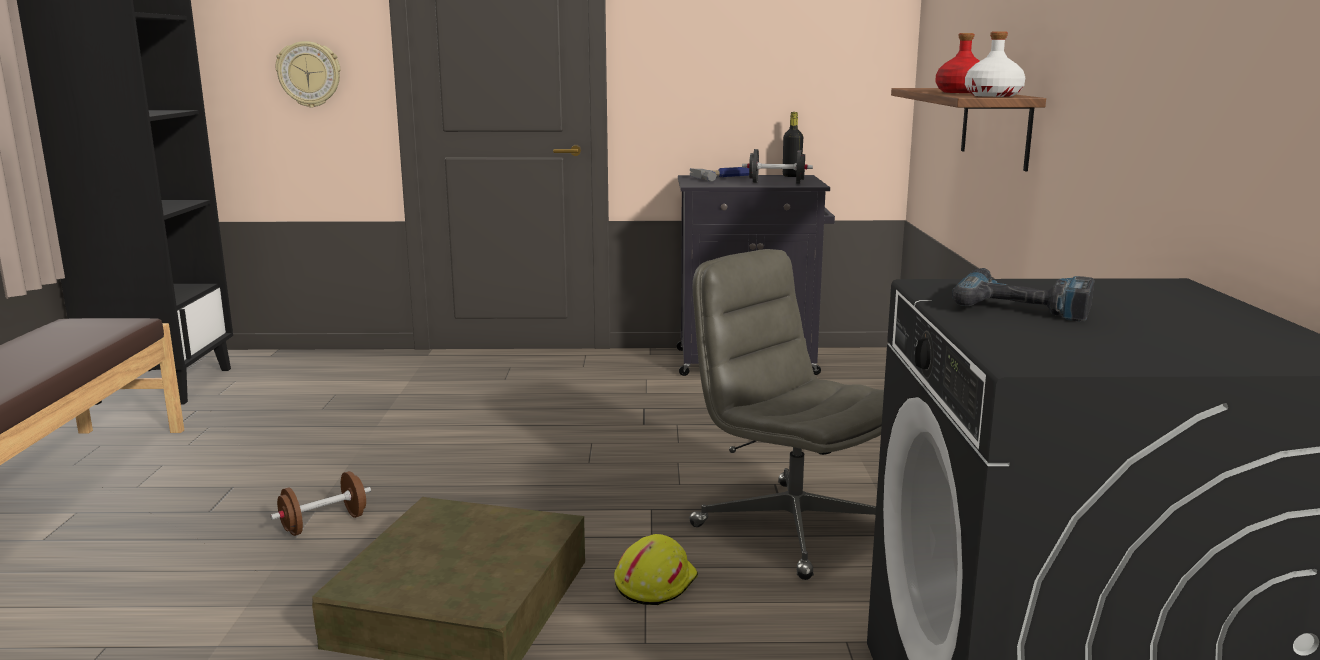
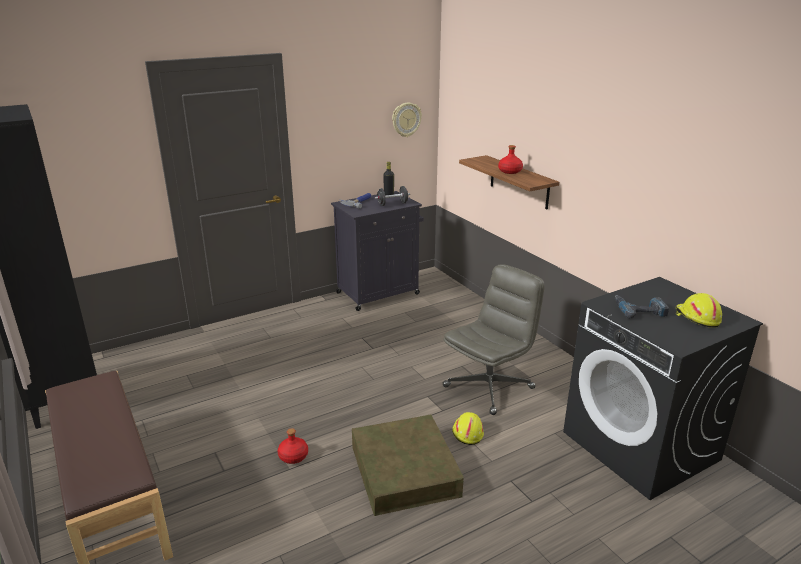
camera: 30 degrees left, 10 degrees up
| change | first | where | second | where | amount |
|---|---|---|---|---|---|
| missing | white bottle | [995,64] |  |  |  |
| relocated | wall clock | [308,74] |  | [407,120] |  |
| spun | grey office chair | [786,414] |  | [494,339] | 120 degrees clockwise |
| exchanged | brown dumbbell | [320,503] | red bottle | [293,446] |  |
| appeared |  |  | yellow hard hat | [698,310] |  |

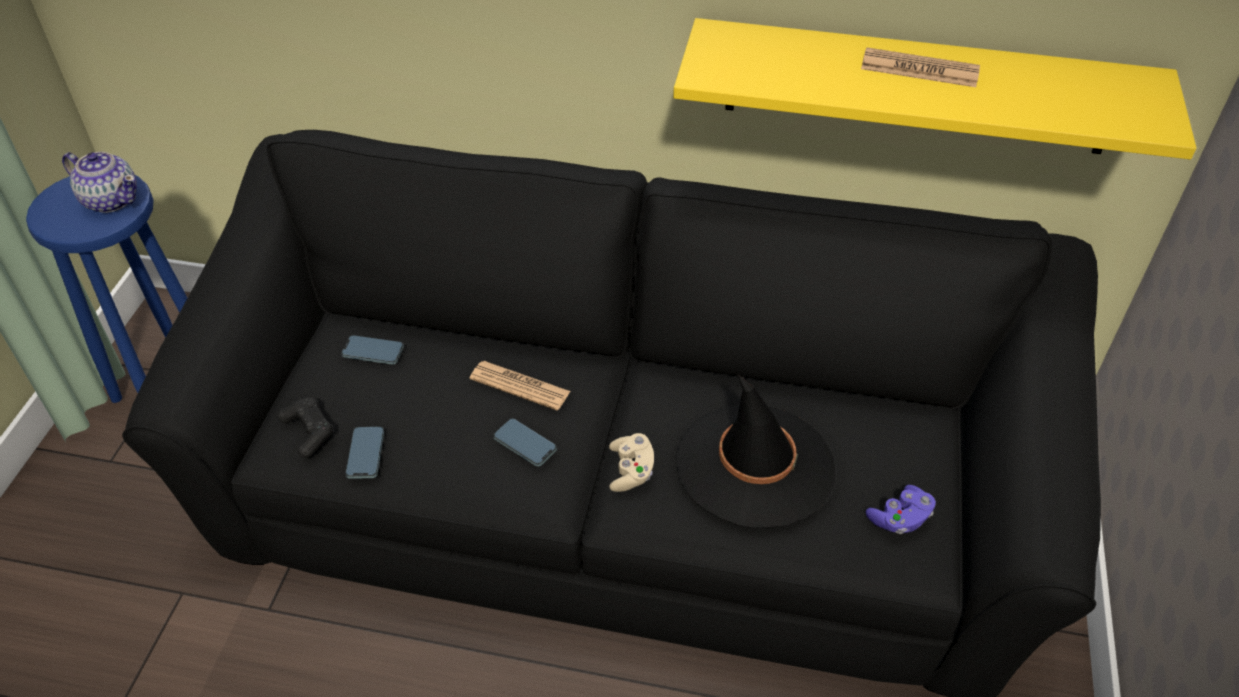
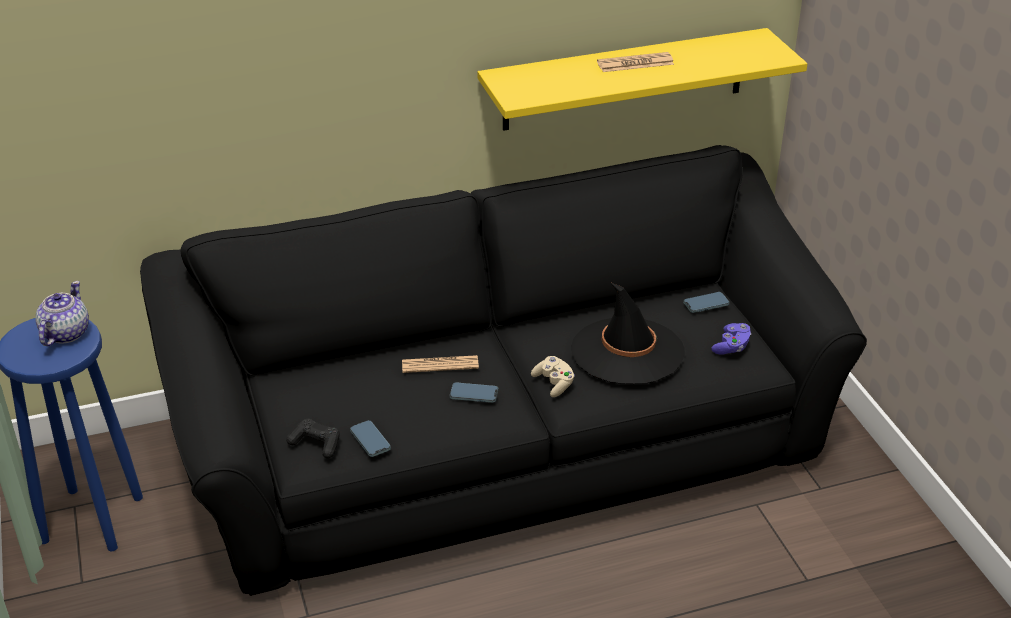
camera: 30 degrees left, 10 degrees down
| change | first | where | second | where | amount |
|---|---|---|---|---|---|
| spun | teapot | [99,182] |  | [62,313] | 75 degrees counterclockwise |
| relocated | phone | [372,349] |  | [706,302] |  |

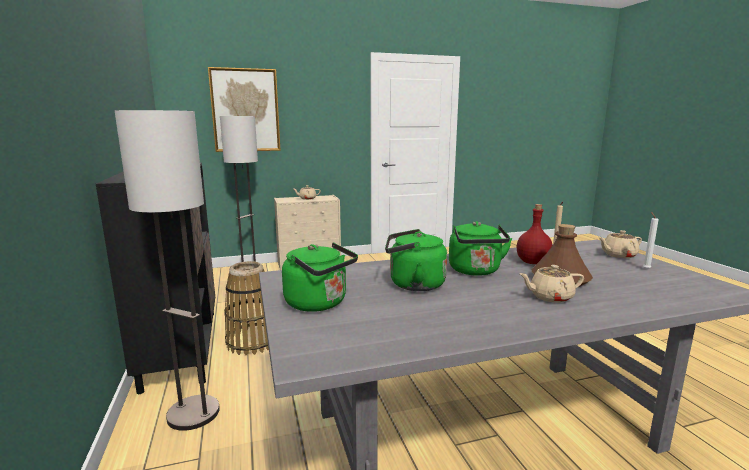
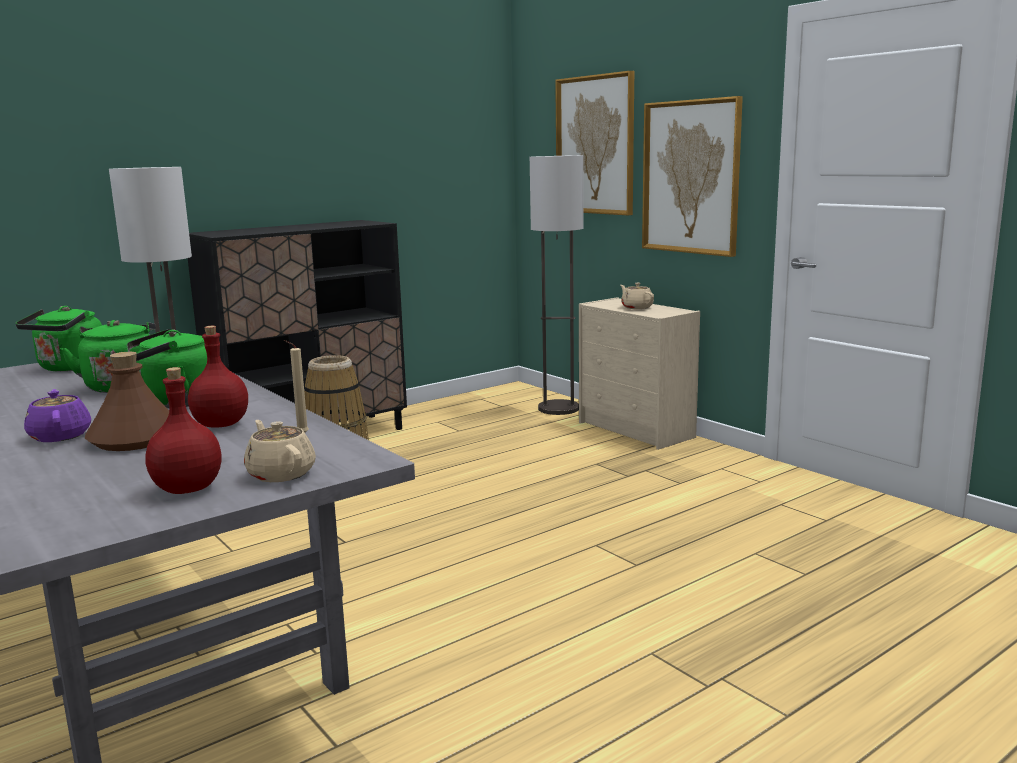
camera: 70 degrees right, 0 degrees up
| change | first | where | second | where | amount |
|---|---|---|---|---|---|
| exchanged | white candle | [651,240] | red bottle | [183,430] |  |
| colour | beige teapot | [551,284] | purple teapot | [57,415] |  |
| appeared |  |  | picture | [692,176] |  |

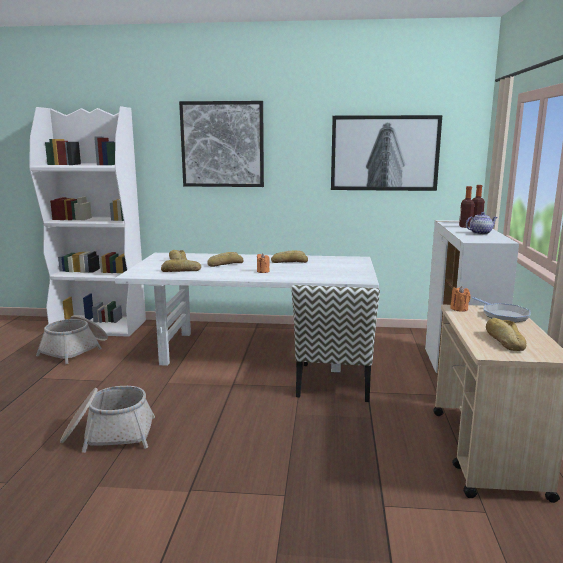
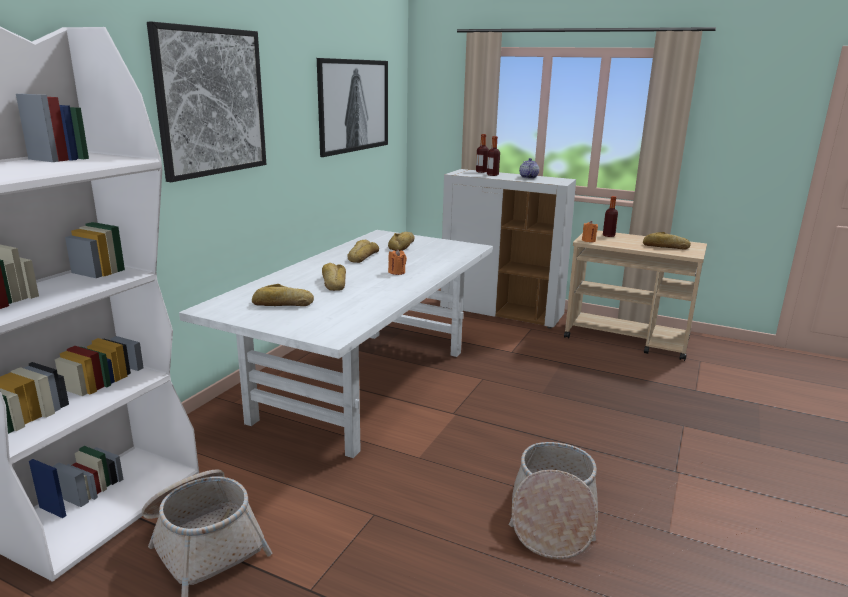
camera: 70 degrees left, 5 degrees up
| change | first | where | second | where | amount |
|---|---|---|---|---|---|
| relocated | bread | [181,265] |  | [401,241] |  |
| missing | chair | [335,343] |  |  |  |
| exchanged | frying pan | [501,310] | bottle | [610,216] |  |

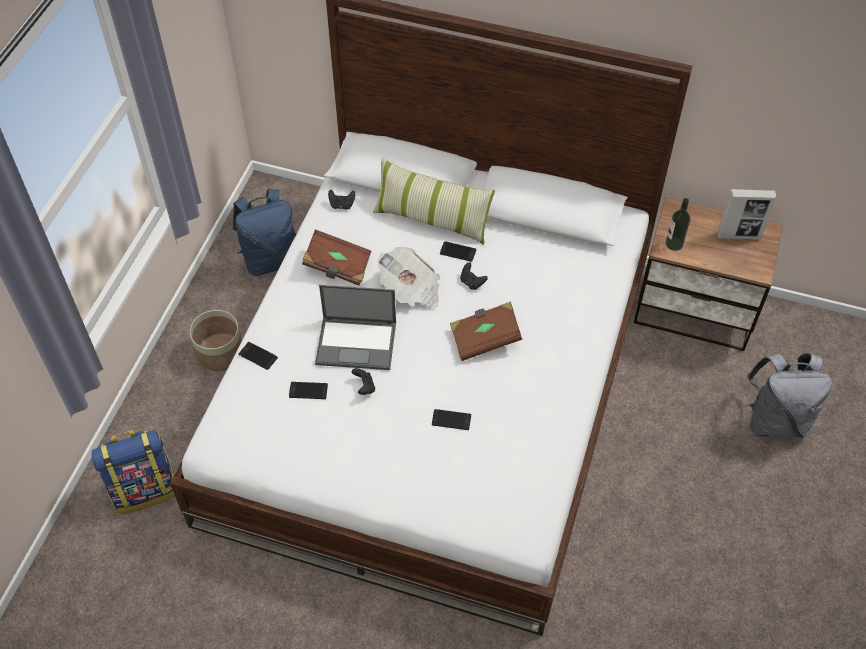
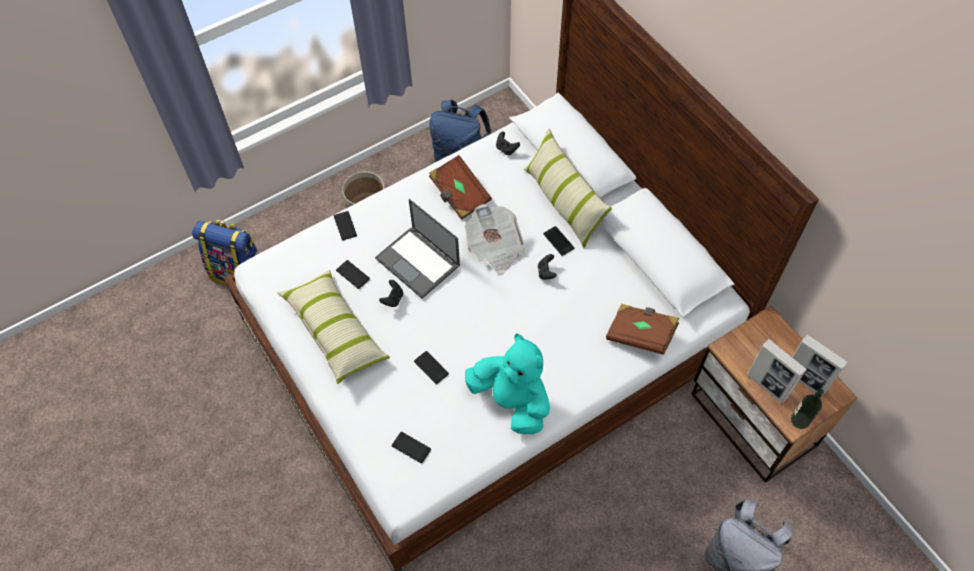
camera: 40 degrees right, 5 degrees up
| change | first | where | second | where | amount |
|---|---|---|---|---|---|
| relocated | bottle | [678,224] |  | [807,409] |  |
| relocated | brown book | [486,331] |  | [642,329] |  |
| appeared |  |  | pillow | [333,327] |  |
| appeared |  |  | turquoise plush toy | [507,383] |  |
| appeared |  |  | picture frame | [777,371] |  |
| appeared |  |  | phone | [411,448] |  |

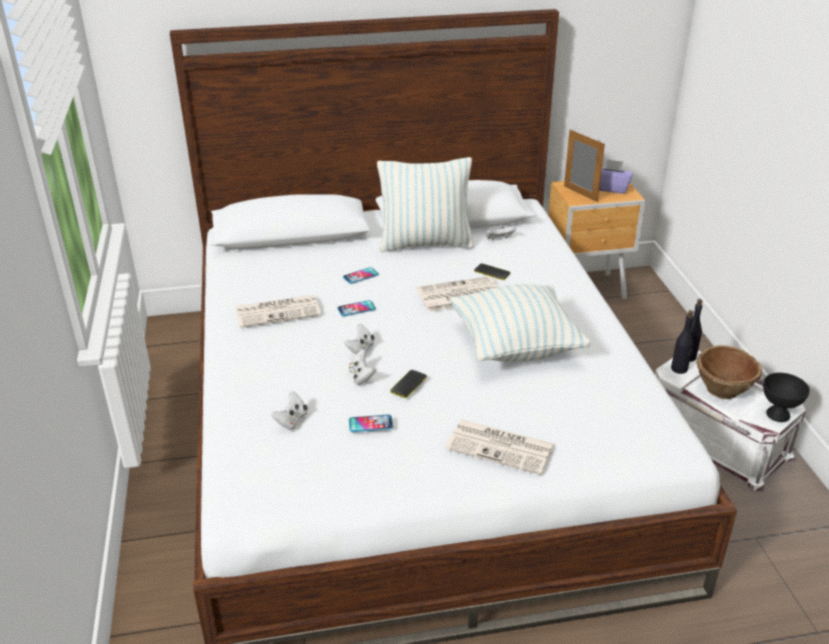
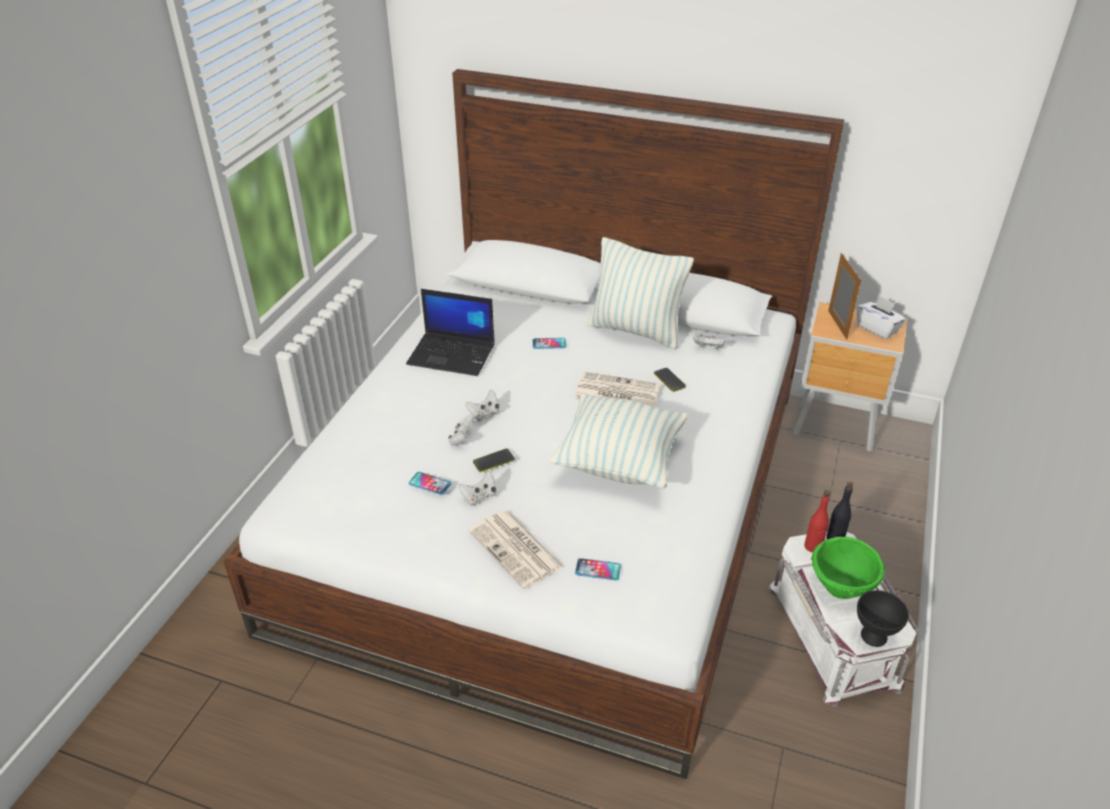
camera: 30 degrees right, 5 degrees up
| change | first | where | second | where | amount |
|---|---|---|---|---|---|
| colour | purple tissue box | [616,176] | white tissue box | [881,317] |  |
| exchanged | newspaper | [278,311] | laptop | [450,332] |  |
| relocated | phone | [356,308] |  | [598,569] |  |
| colour | black bottle | [682,342] | red bottle | [817,521] |  |
| colour | brown bowl | [729,372] | green bowl | [848,568] |  |
| relocated | white game controller | [289,410] |  | [477,487] |  |

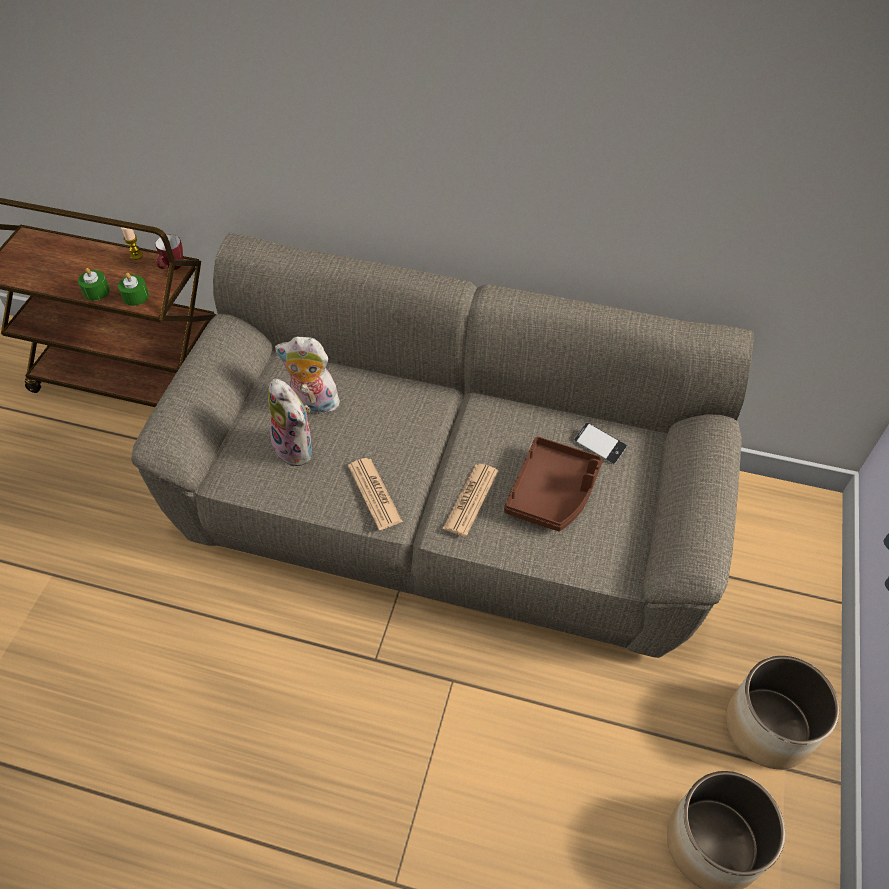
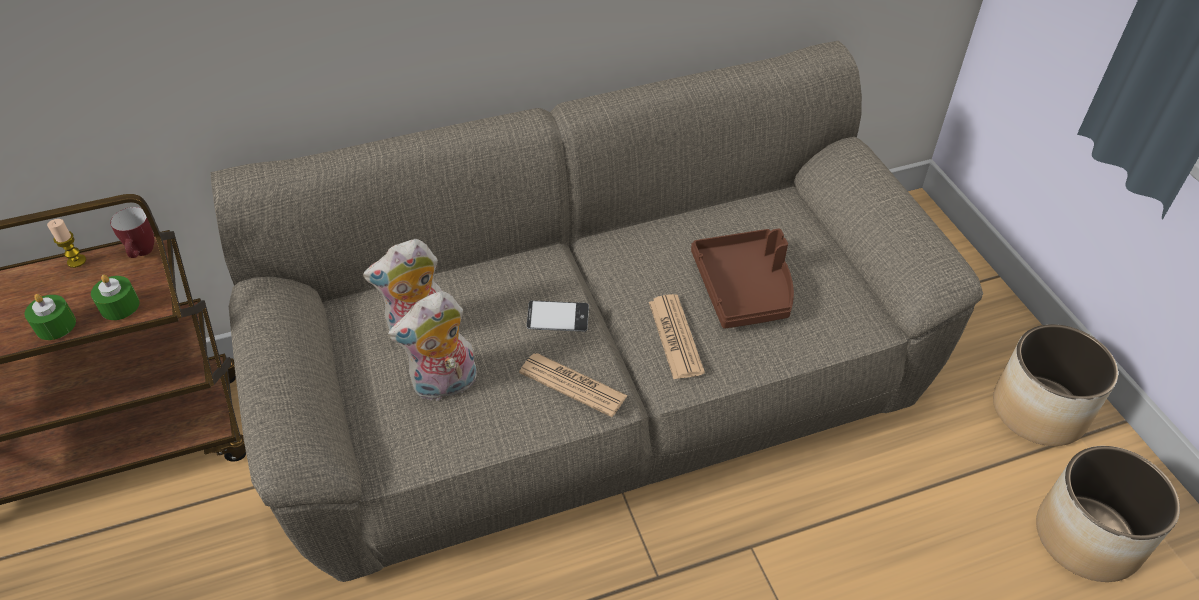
camera: 35 degrees left, 5 degrees down
| change | first | where | second | where | amount |
|---|---|---|---|---|---|
| spun | plush toy | [290,423] |  | [432,346] | 135 degrees clockwise |
| relocated | phone | [600,443] |  | [558,316] |  |

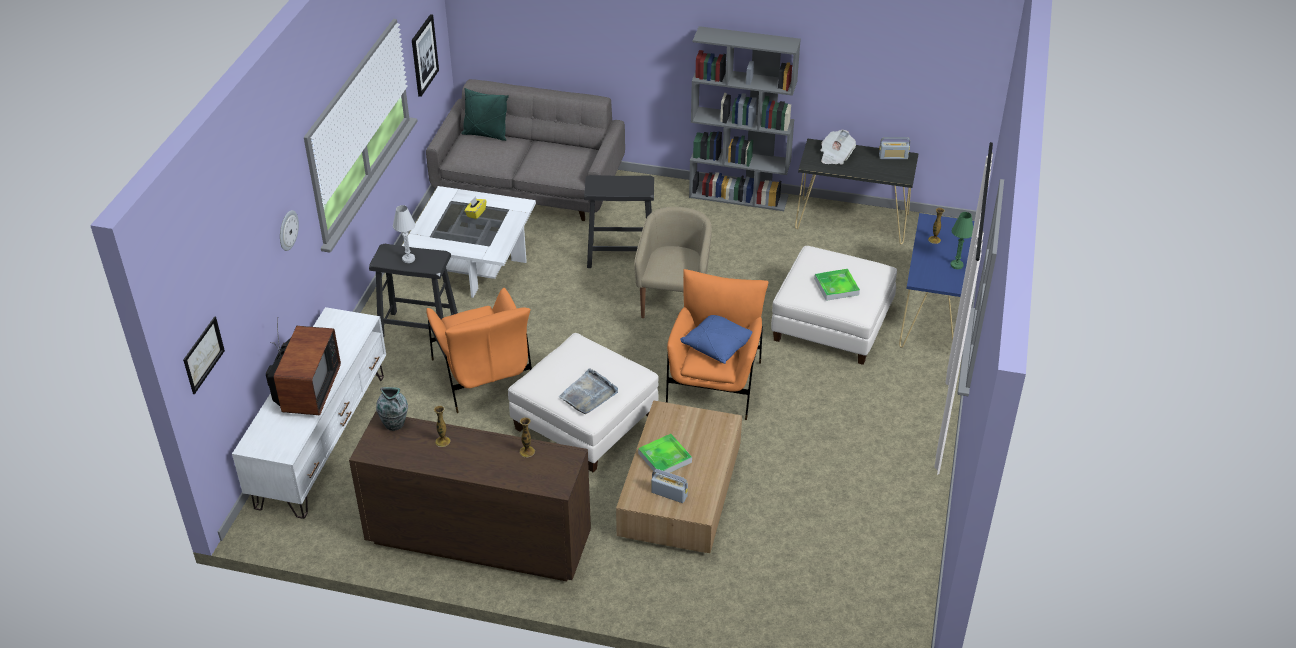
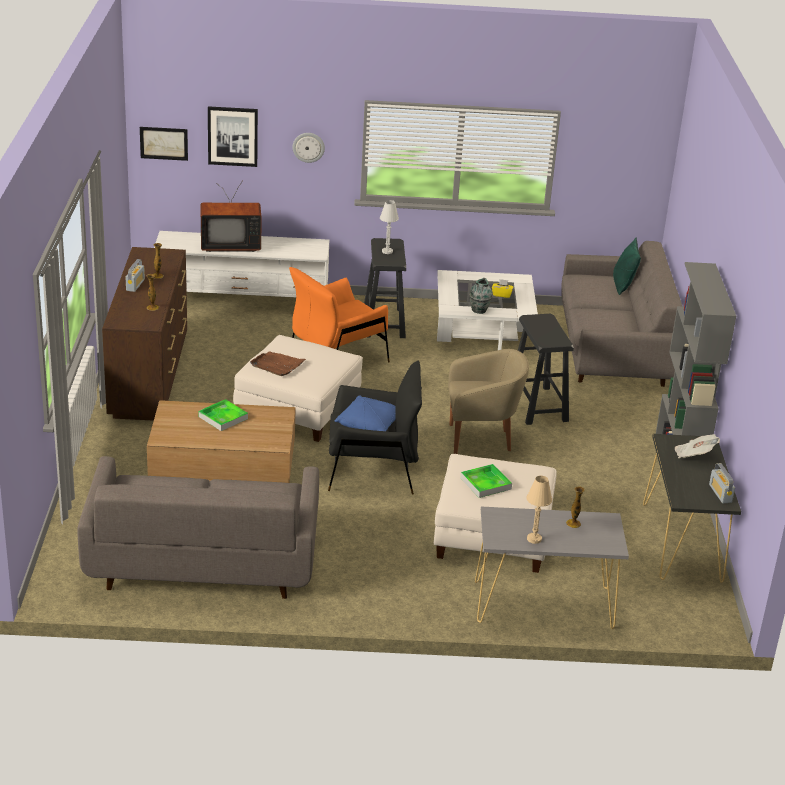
camera: 75 degrees right, 10 degrees down
| change | first | where | second | where | amount |
|---|---|---|---|---|---|
| relocated | picture | [425,55] |  | [233,136] |  |
| colour | green table lamp | [962,240] | beige table lamp | [539,510] |  |
| colour | blue console table | [936,280] | grey console table | [552,568] |  |
| colour | orange armchair | [717,344] | black armchair | [375,427] |  |
| colour | grey tray | [588,391] | brown tray | [278,363] |  |
| relocated | vase | [392,409] |  | [481,296] |  |
| relocated | radio | [669,486] |  | [135,275] |  |
| appeared |  |  | grey sofa | [198,527] |  |

